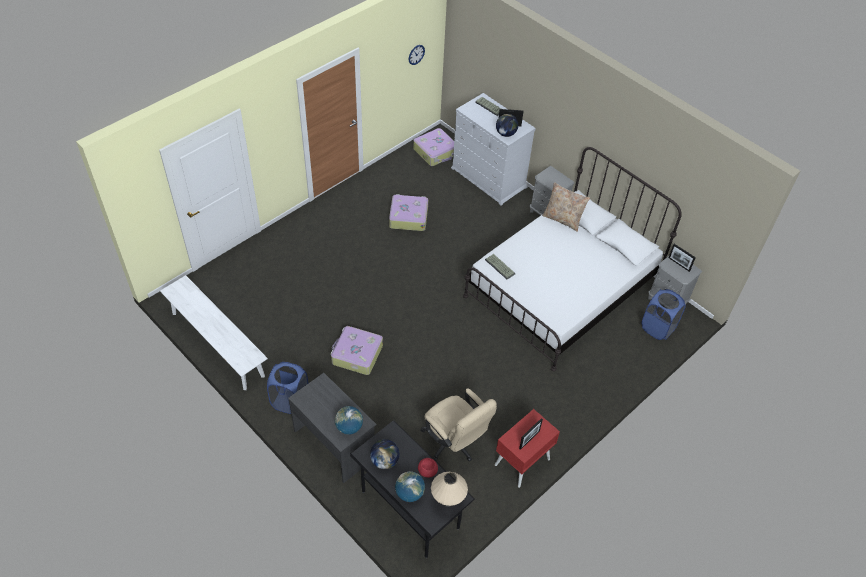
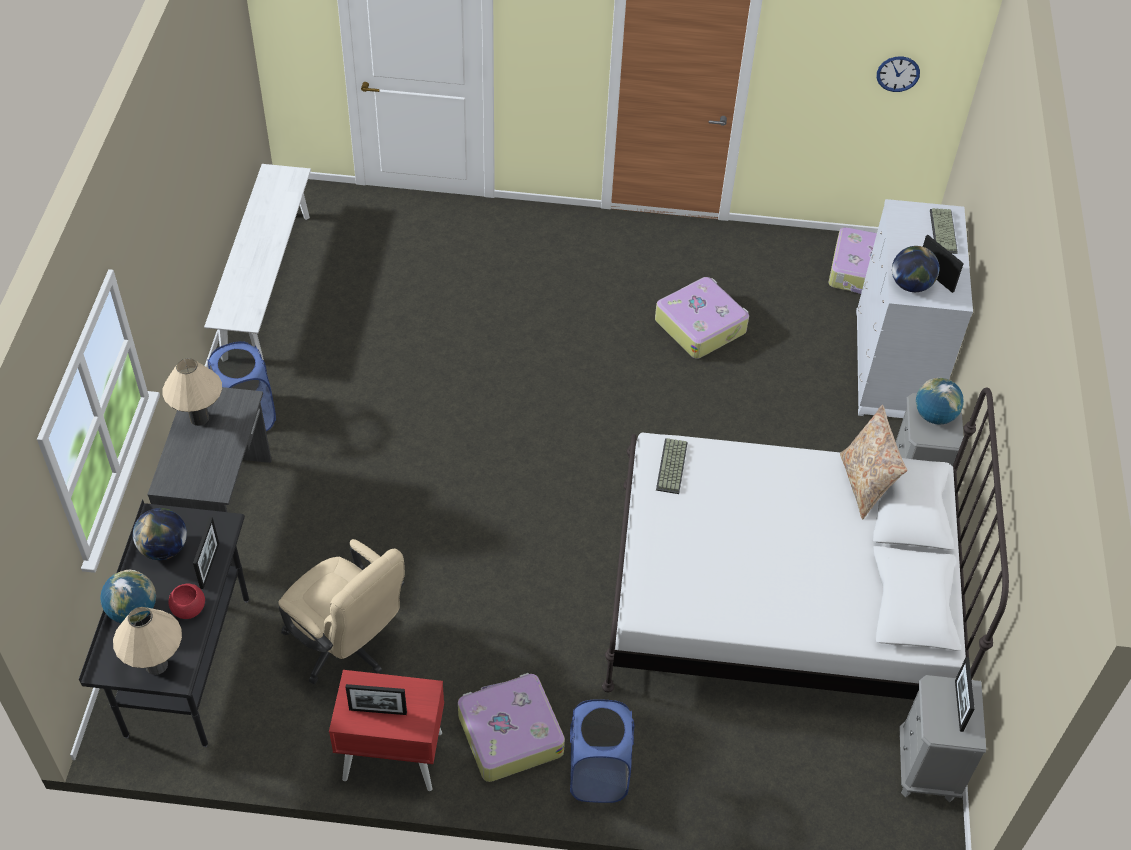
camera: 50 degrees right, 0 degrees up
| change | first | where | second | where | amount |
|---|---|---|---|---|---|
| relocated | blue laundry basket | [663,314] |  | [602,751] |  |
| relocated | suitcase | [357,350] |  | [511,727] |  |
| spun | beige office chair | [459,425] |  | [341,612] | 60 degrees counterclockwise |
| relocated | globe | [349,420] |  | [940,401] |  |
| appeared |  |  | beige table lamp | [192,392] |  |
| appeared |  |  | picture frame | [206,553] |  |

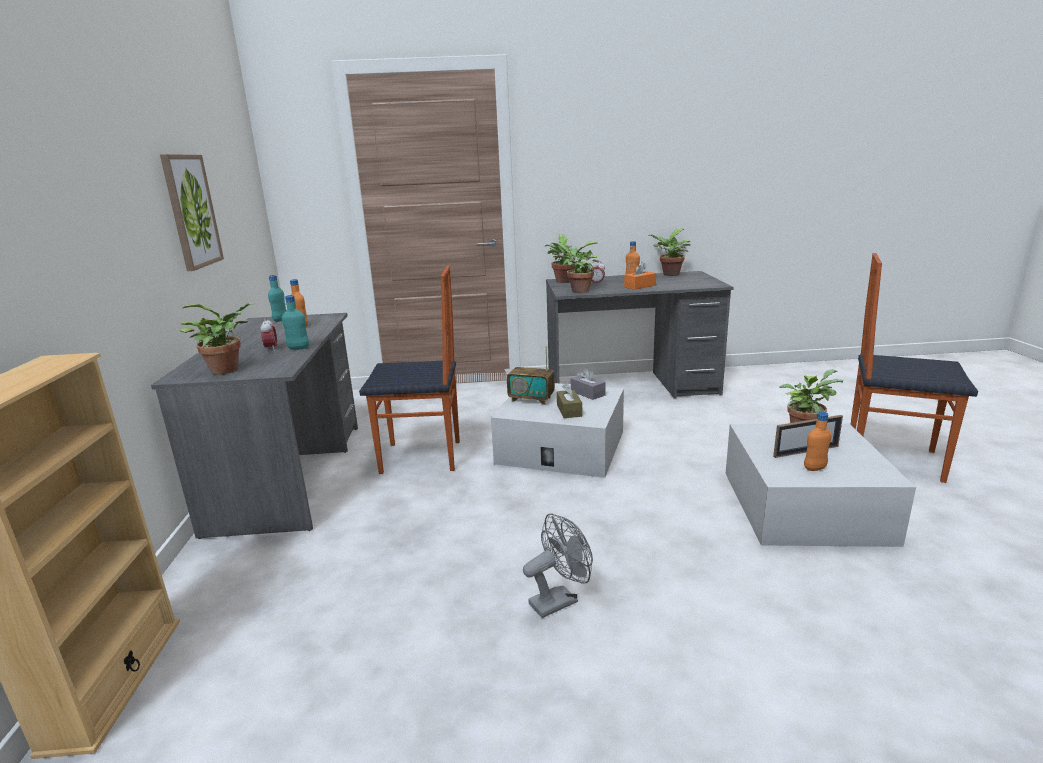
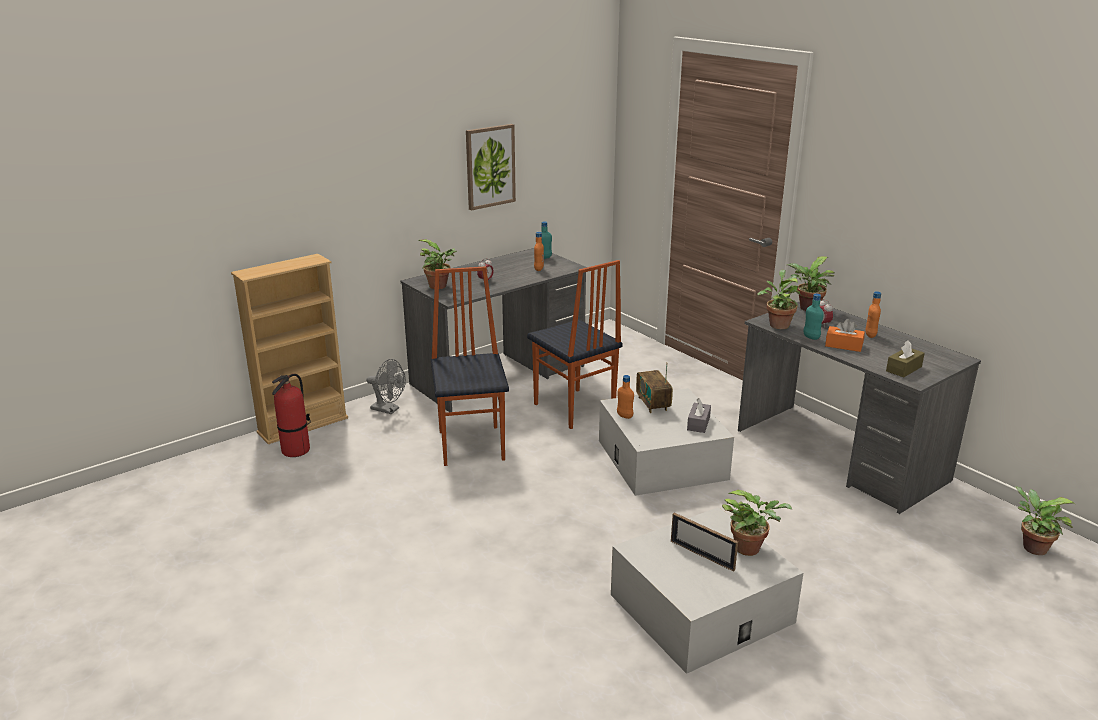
camera: 55 degrees right, 5 degrees up
| change | first | where | second | where | amount |
|---|---|---|---|---|---|
| relocated | potted plant | [669,252] |  | [1044,520] |  |
| relocated | chair | [914,368] |  | [470,366] |  |
| relocated | turquoise bottle | [295,322] |  | [813,316] |  |
| relocated | brown tissue box | [569,400] |  | [905,359] |  |
| relocated | orange bottle | [818,441] |  | [625,397] |  |
| relocated | grey fan | [558,565] |  | [386,386] |  |
| appeared |  |  | fire extinguisher | [291,415] |  |

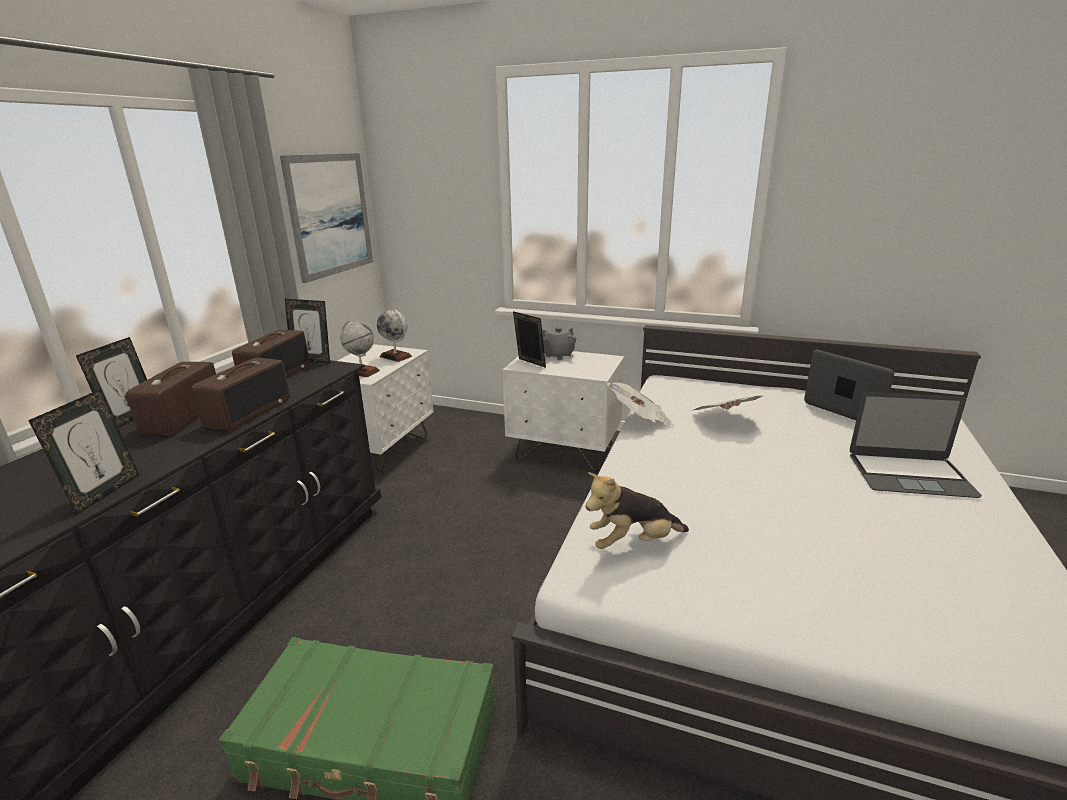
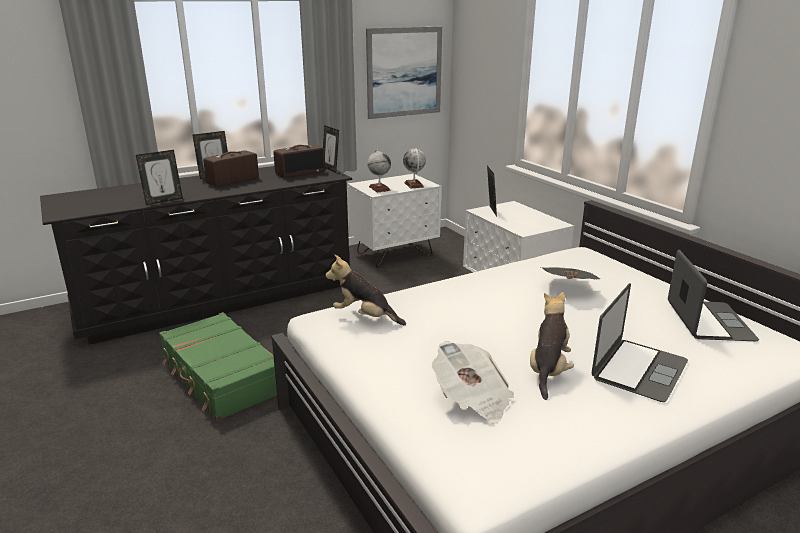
camera: 40 degrees right, 0 degrees up
| change | first | where | second | where | amount |
|---|---|---|---|---|---|
| missing | grey teapot | [559,343] |  |  |  |
| missing | radio | [241,394] |  |  |  |
| relocated | newspaper | [640,403] |  | [473,382] |  |
| spun | laptop | [916,445] |  | [640,342] | 105 degrees counterclockwise |
| appeared |  |  | plush toy | [552,346] |  |

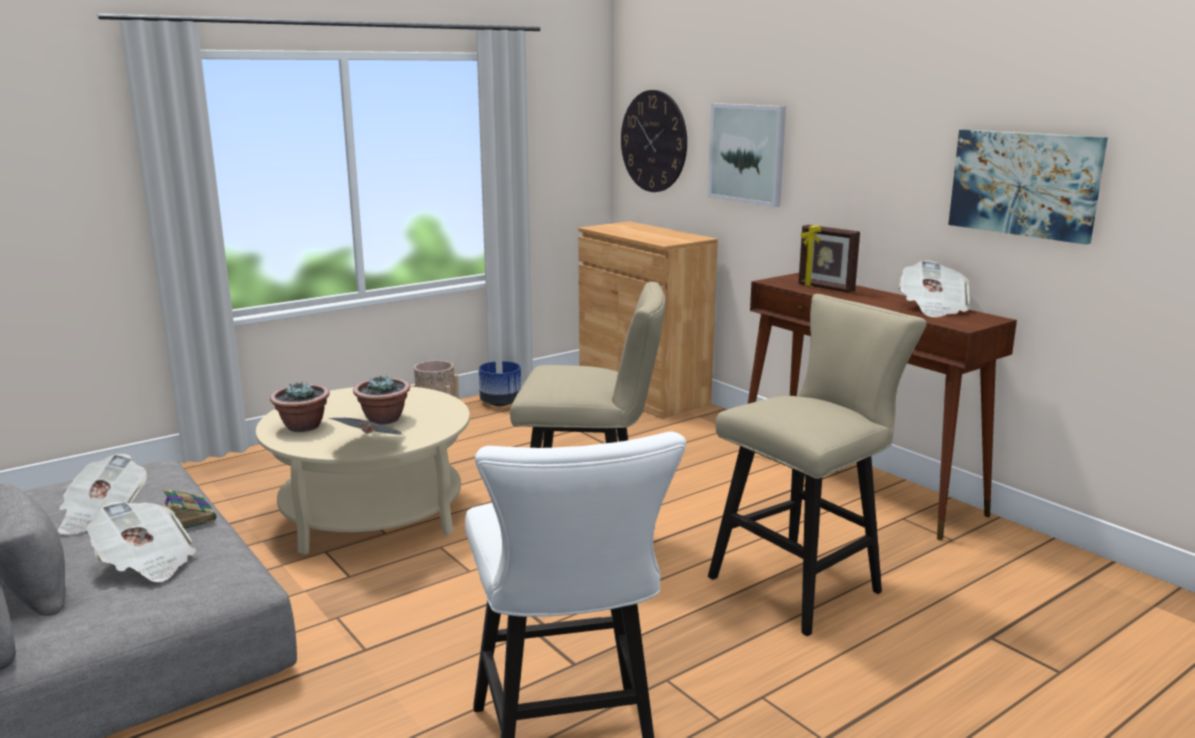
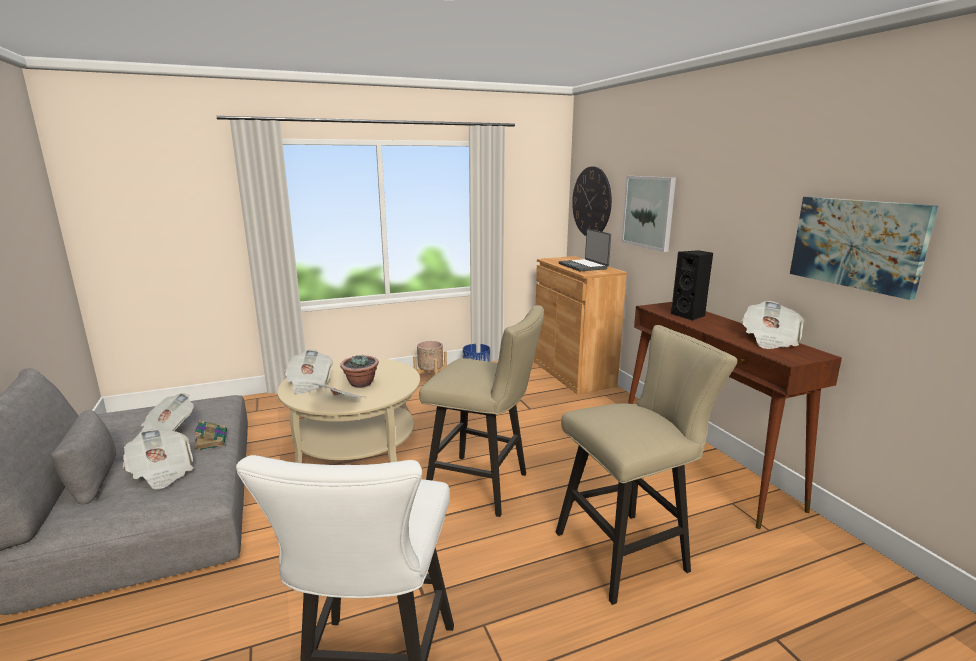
camera: 15 degrees right, 0 degrees up
| change | first | where | second | where | amount |
|---|---|---|---|---|---|
| exchanged | picture frame | [829,259] | black speaker | [692,285] |  |
| exchanged | potted plant | [300,407] | newspaper | [309,371] |  |
| appeared |  |  | laptop | [584,250] |  |

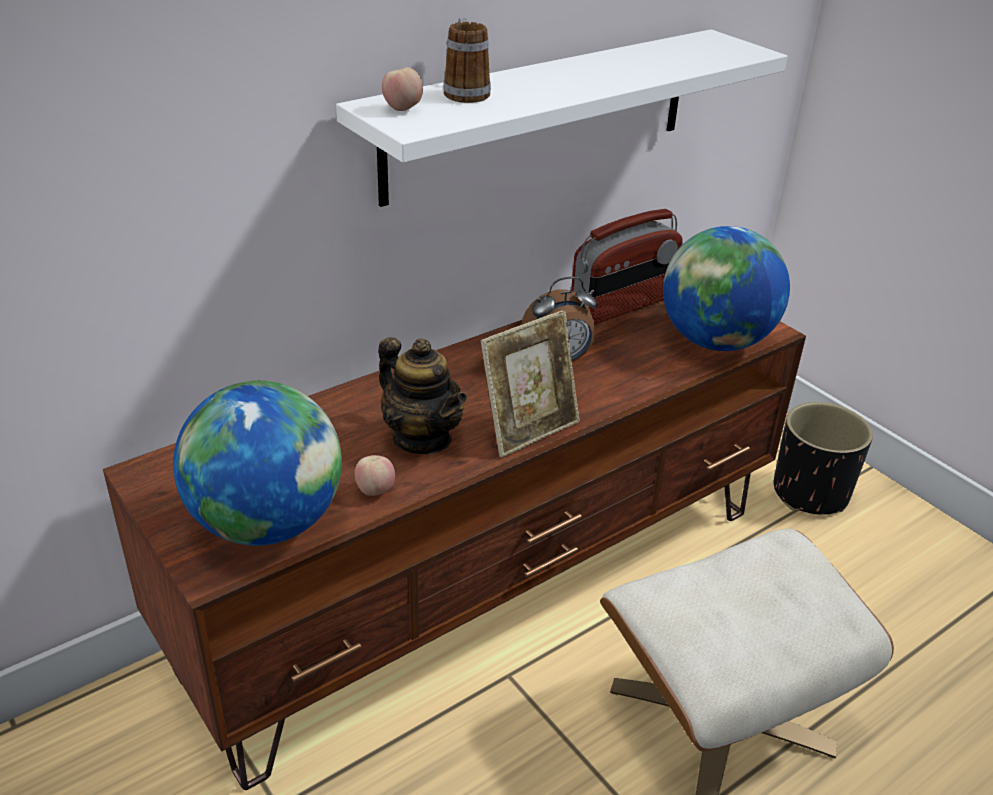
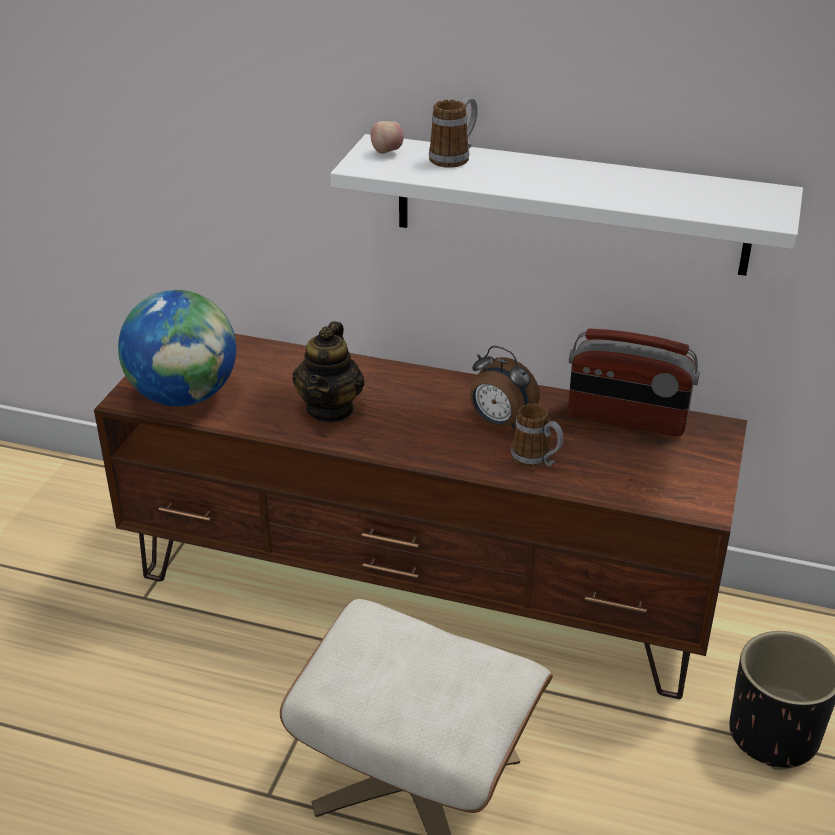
camera: 55 degrees right, 0 degrees up
| change | first | where | second | where | amount |
|---|---|---|---|---|---|
| missing | globe | [726,288] |  |  |  |
| missing | picture frame | [530,384] |  |  |  |
| missing | apple | [375,475] |  |  |  |
| appeared |  |  | mug | [537,435] |  |

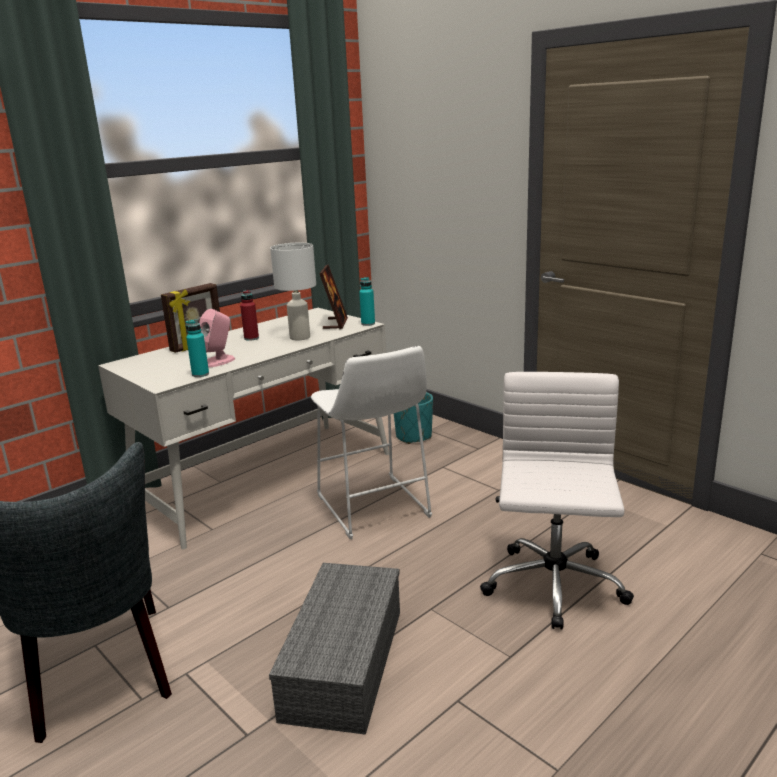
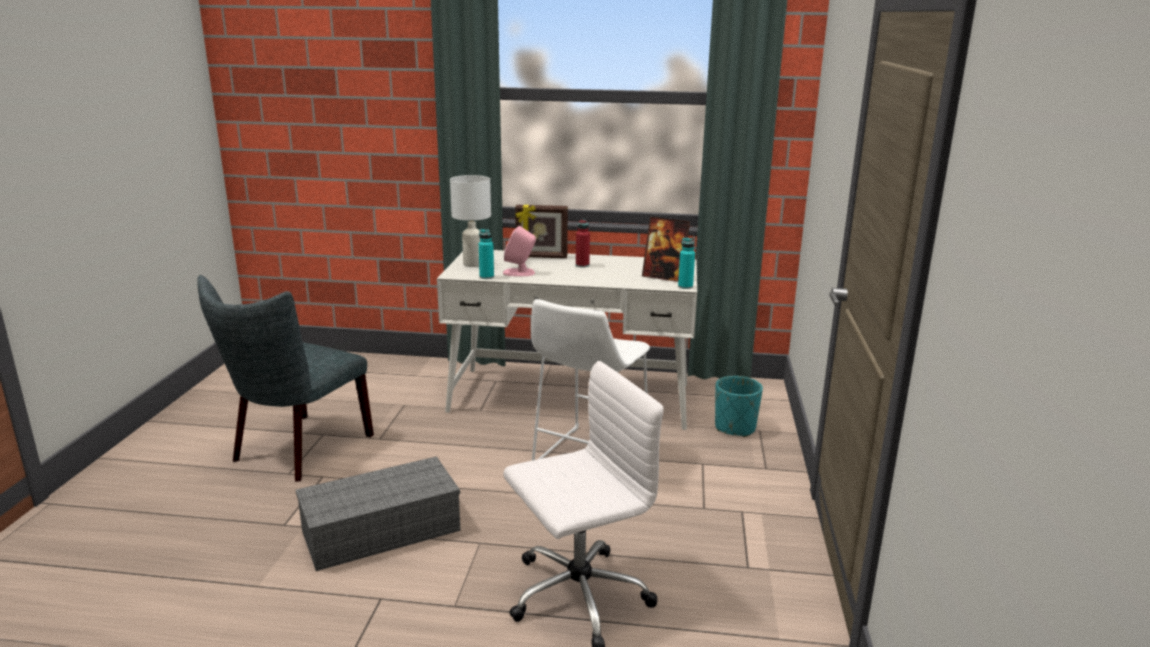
camera: 50 degrees right, 0 degrees up
| change | first | where | second | where | amount |
|---|---|---|---|---|---|
| relocated | white table lamp | [293,291] |  | [470,221] |  |
| spun | picture frame | [333,296] |  | [666,249] | 60 degrees clockwise |

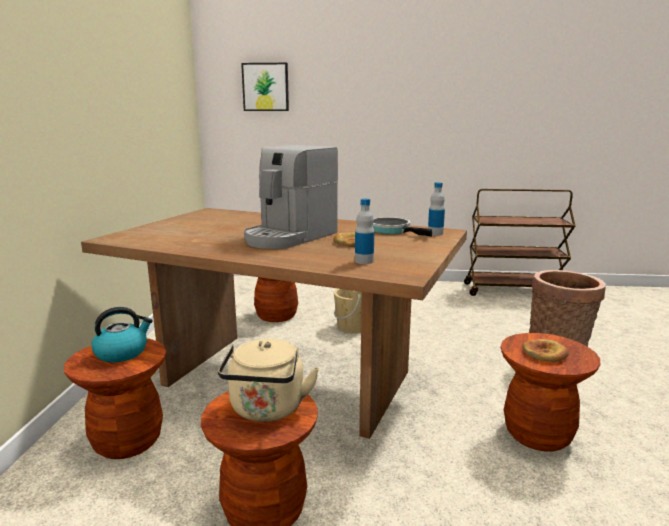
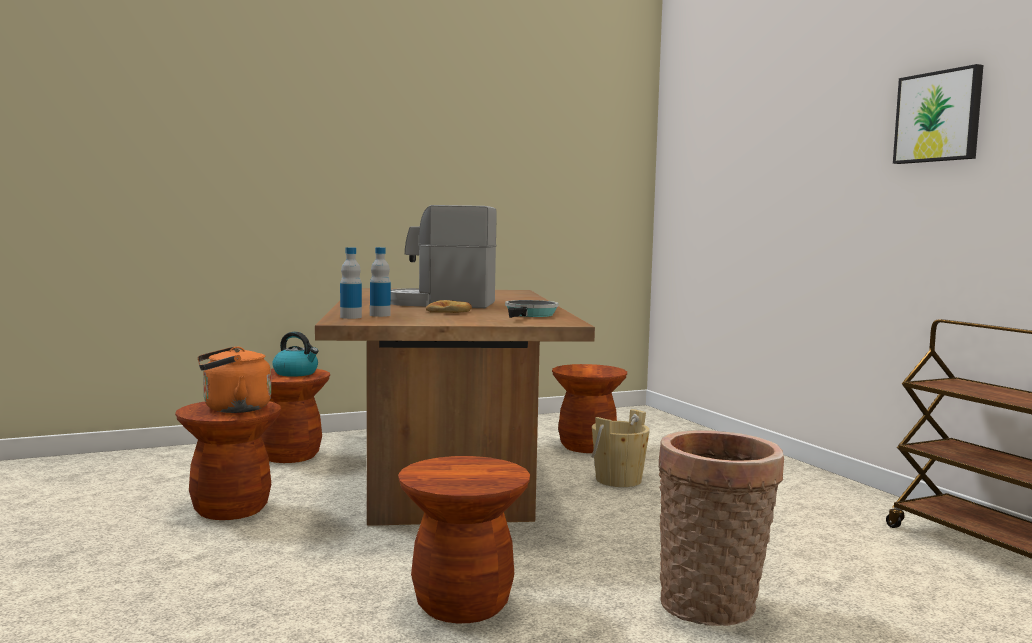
camera: 60 degrees right, 10 degrees down
| change | first | where | second | where | amount |
|---|---|---|---|---|---|
| relocated | picture | [265,87] |  | [938,114] |  |
| relocated | bottle | [436,209] |  | [351,283] |  |
| colour | beige kettle | [268,380] | orange kettle | [234,379] |  |
| missing | bread | [545,350] |  |  |  |

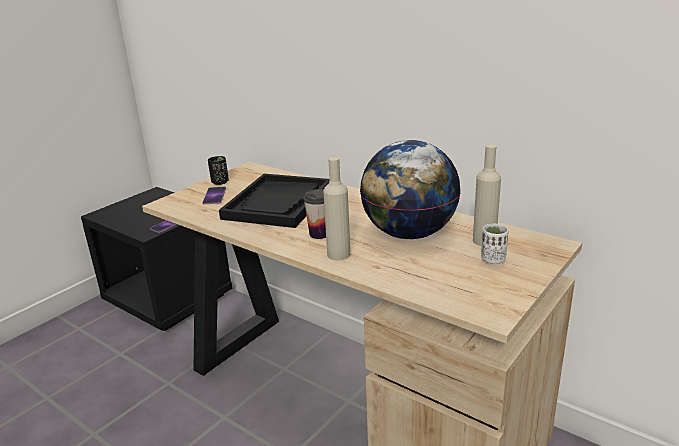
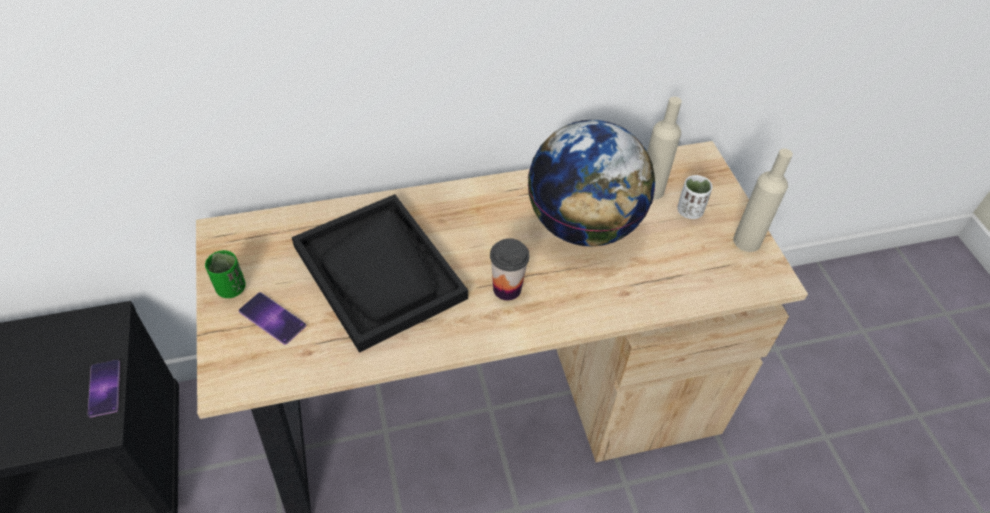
camera: 55 degrees left, 25 degrees up
| change | first | where | second | where | amount |
|---|---|---|---|---|---|
| colour | black cup | [218,170] | green cup | [225,274] |  |
| relocated | beige bottle | [336,208] |  | [763,200] |  |

